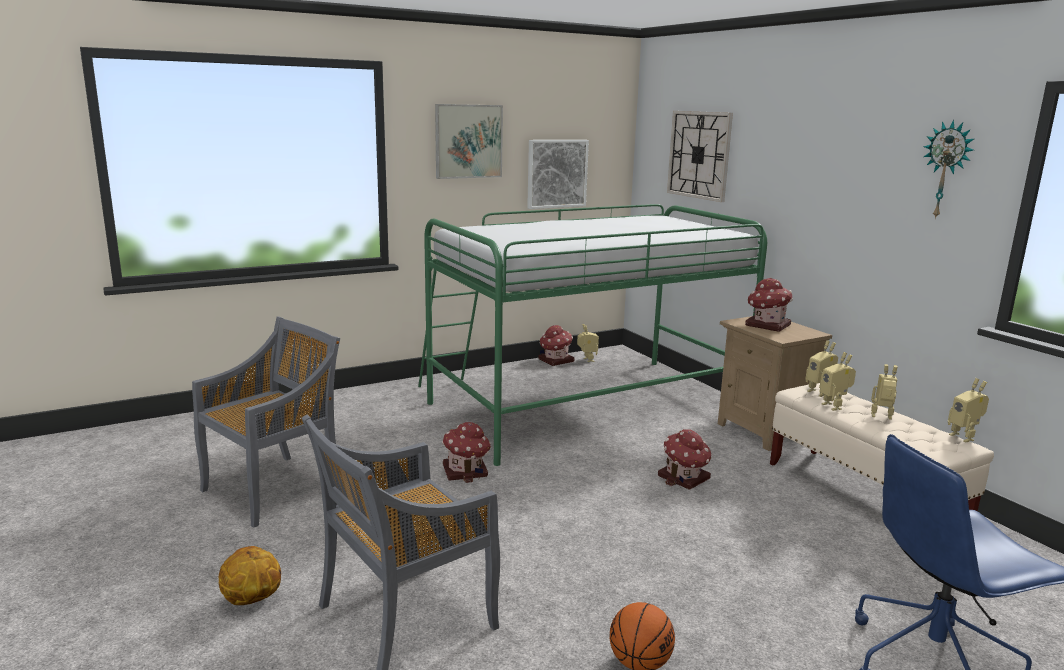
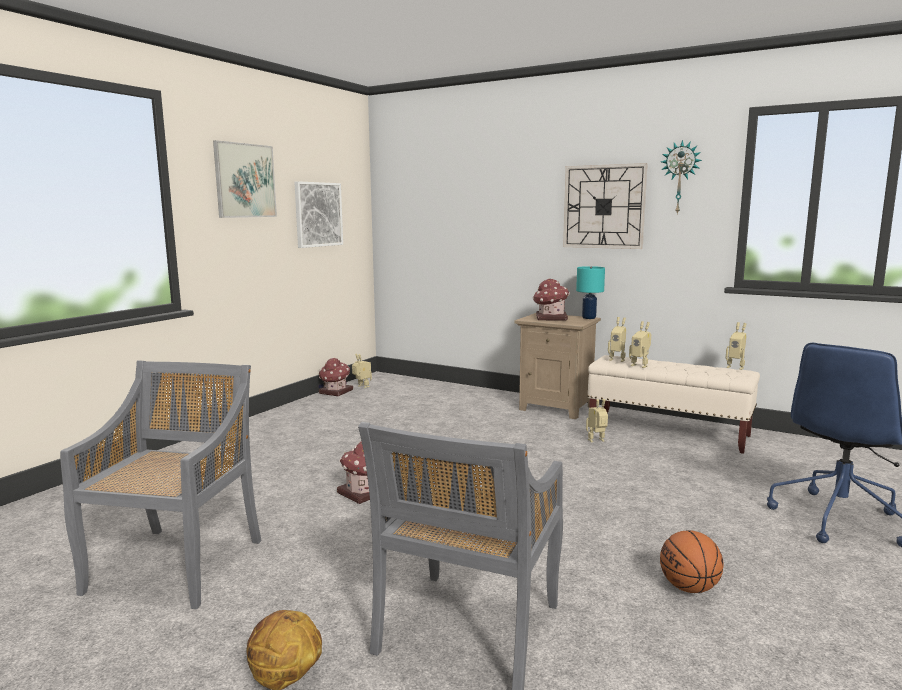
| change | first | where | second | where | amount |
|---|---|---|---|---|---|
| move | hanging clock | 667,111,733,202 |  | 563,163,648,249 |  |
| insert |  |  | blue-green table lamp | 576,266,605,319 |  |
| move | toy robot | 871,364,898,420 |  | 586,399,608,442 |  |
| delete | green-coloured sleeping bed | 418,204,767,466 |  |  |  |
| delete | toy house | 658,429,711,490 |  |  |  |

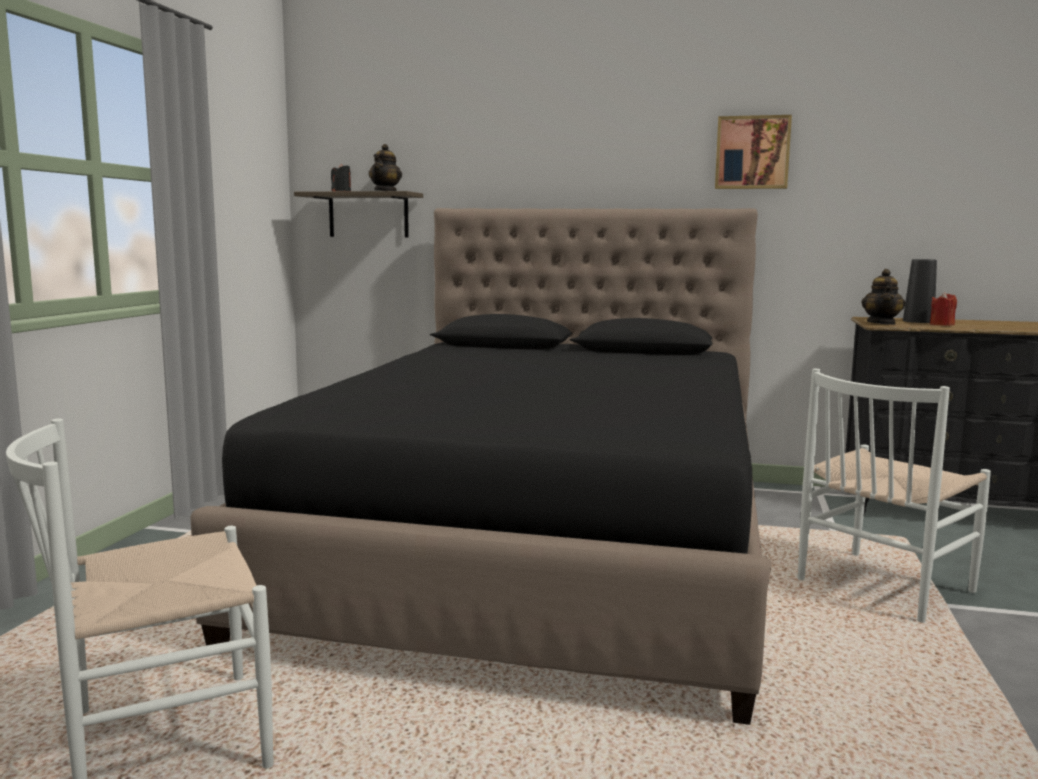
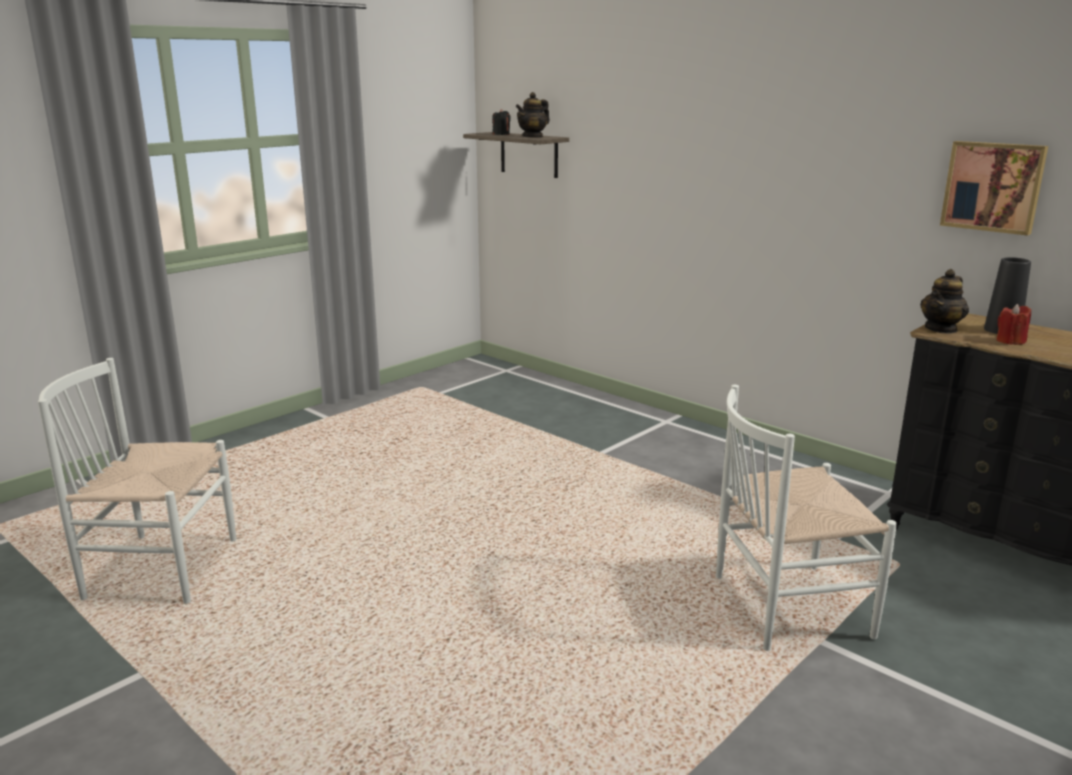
| change | first | where | second | where | amount |
|---|---|---|---|---|---|
| move | wall picture | 715,115,792,189 |  | 940,141,1048,236 |  |
| delete | black-coloured sleeping bed | 191,208,771,725 |  |  |  |

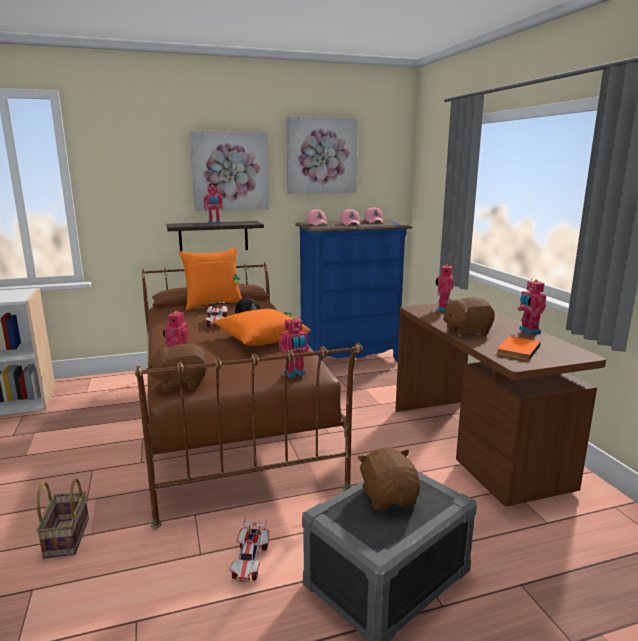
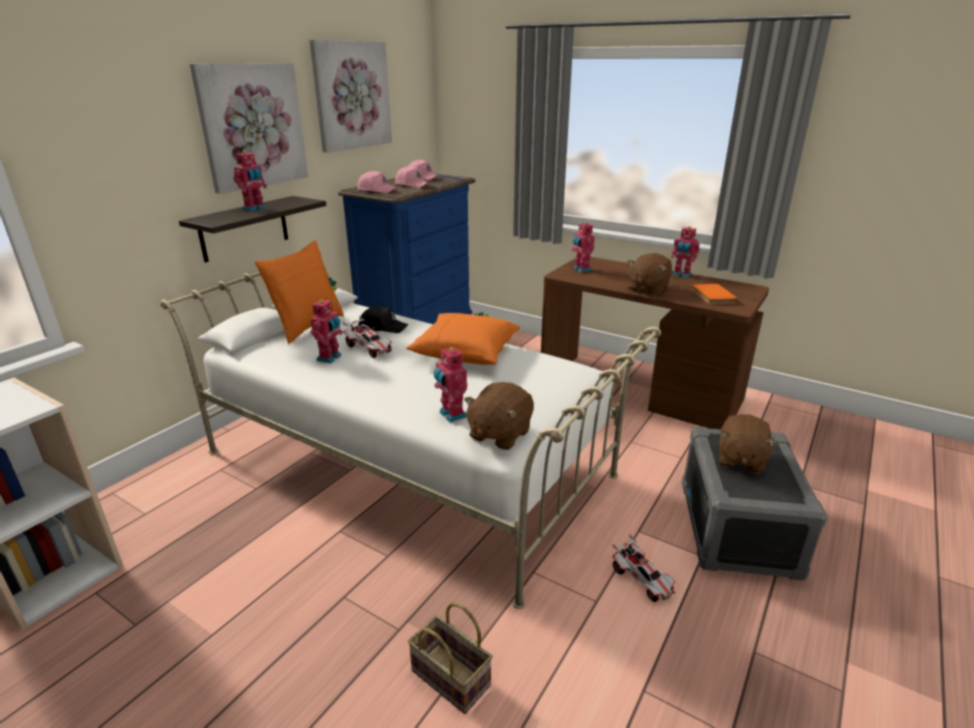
| change | first | where | second | where | amount |
|---|---|---|---|---|---|
| recolor | brown-coloured sleeping bed | 135,262,363,529 | whitish sleeping bed | 160,272,661,609 |  |
| move | toy robot | 279,317,310,378 |  | 310,298,343,363 |  |
| rotate | brown-coloured cuddly toy | 358,448,420,511 |  | 719,414,778,474 | 105 degrees counterclockwise |

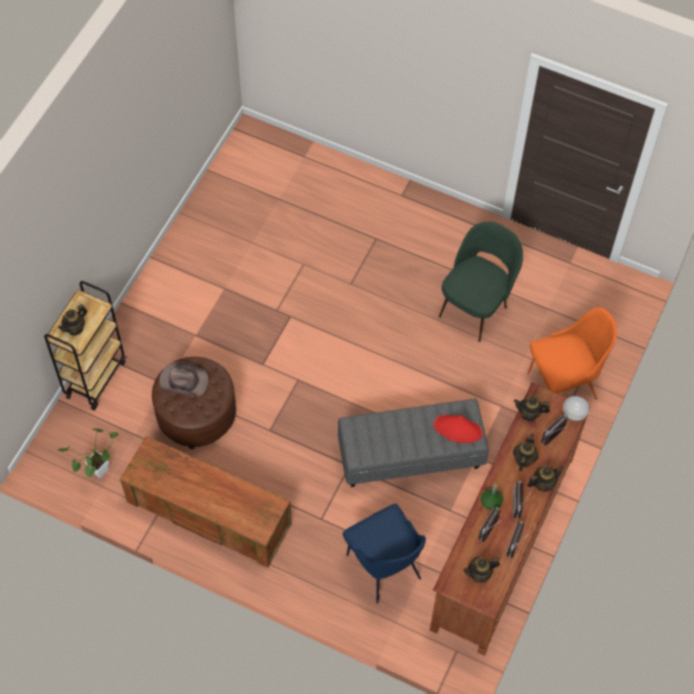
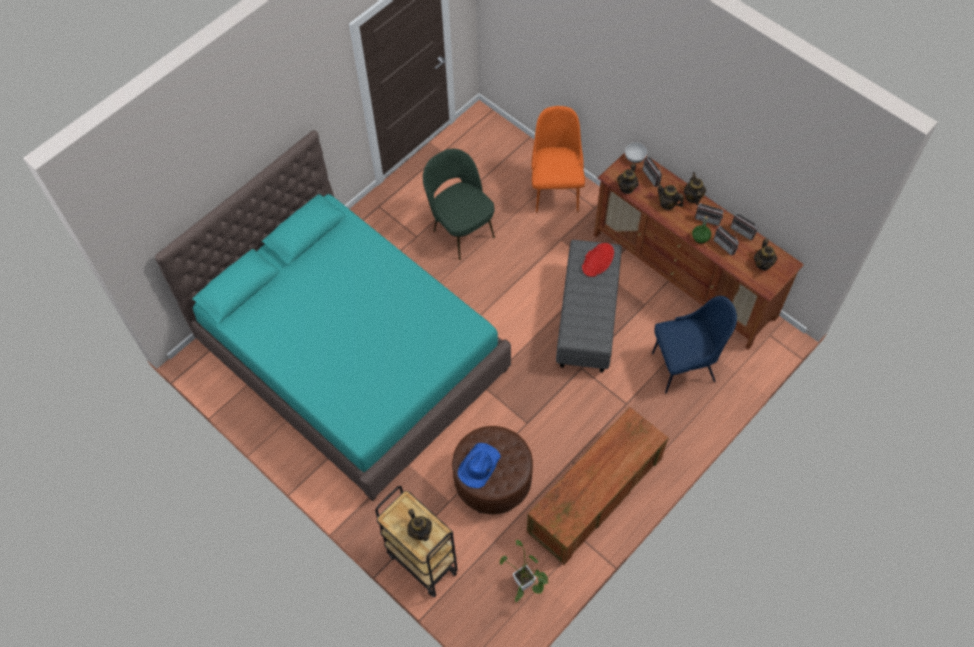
| change | first | where | second | where | amount |
|---|---|---|---|---|---|
| insert |  |  | blue-green sleeping bed | 155,130,511,501 |  |
| recolor | brown-coloured clothing hat | 159,362,208,397 | blue-coloured clothing hat | 458,443,501,488 |  |

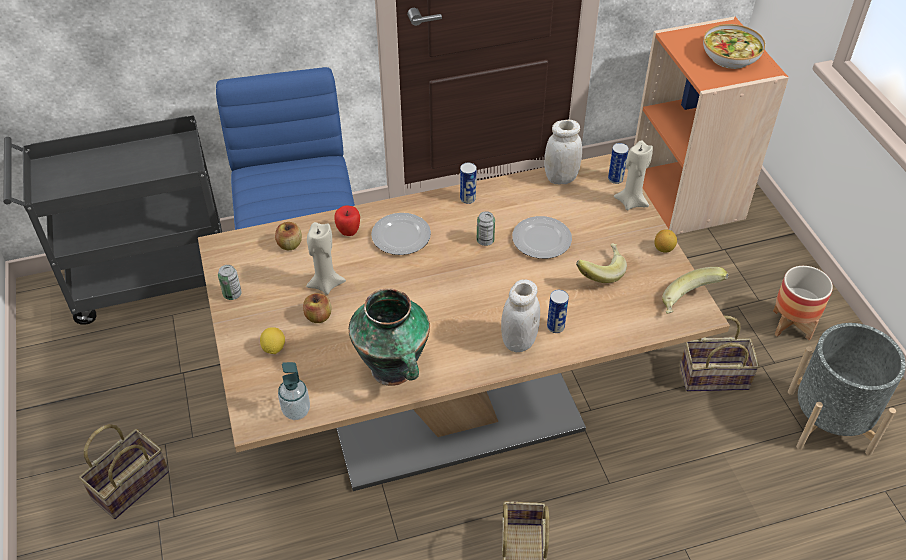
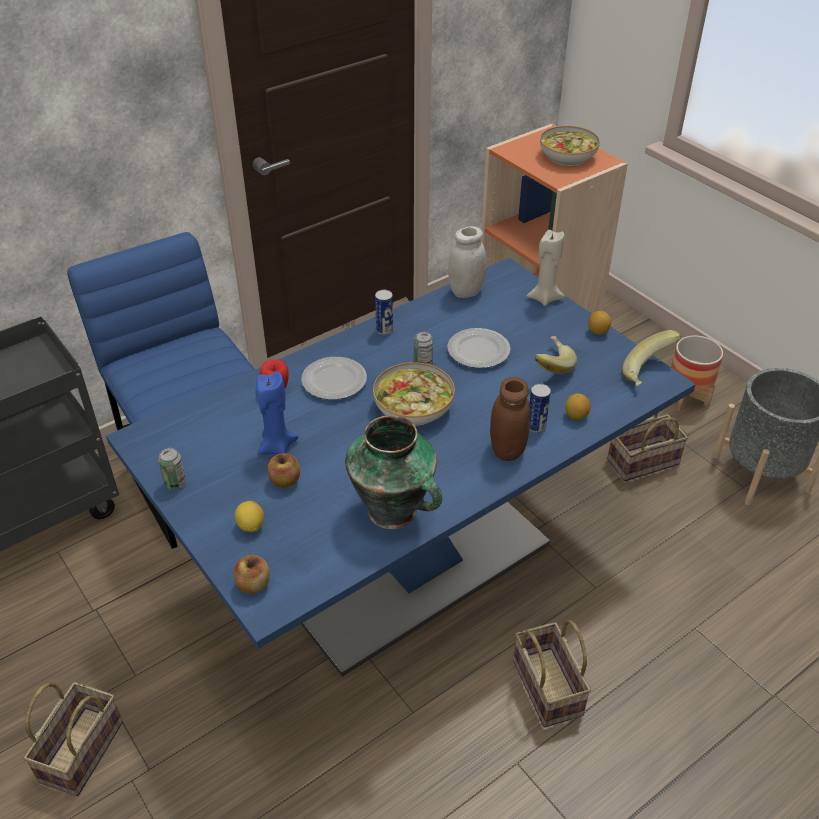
| change | first | where | second | where | amount |
|---|---|---|---|---|---|
| recolor | brown-coloured kitchen table | 198,154,730,491 | blue-coloured kitchen table | 106,258,696,677 |  |
| move | apple fruit | 275,222,302,250 |  | 234,555,270,594 |  |
| recolor | sand-coloured candle | 306,222,346,295 | blue-coloured candle | 255,372,298,455 |  |
| insert |  |  | deep dish | 373,362,455,426 |  |
| recolor | whitish storage jar | 501,279,540,352 | brown-coloured storage jar | 490,377,530,461 |  |
| insert |  |  | whole lemon | 565,394,591,420 |  |
| delete | soap dispenser | 278,362,310,420 |  |  |  |
| delete | sealed can | 608,143,629,184 |  |  |  |

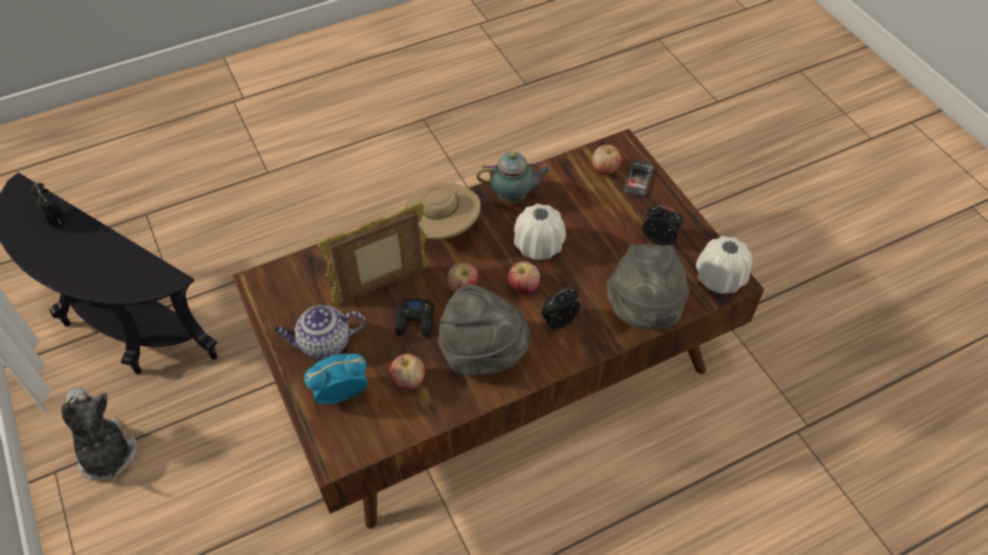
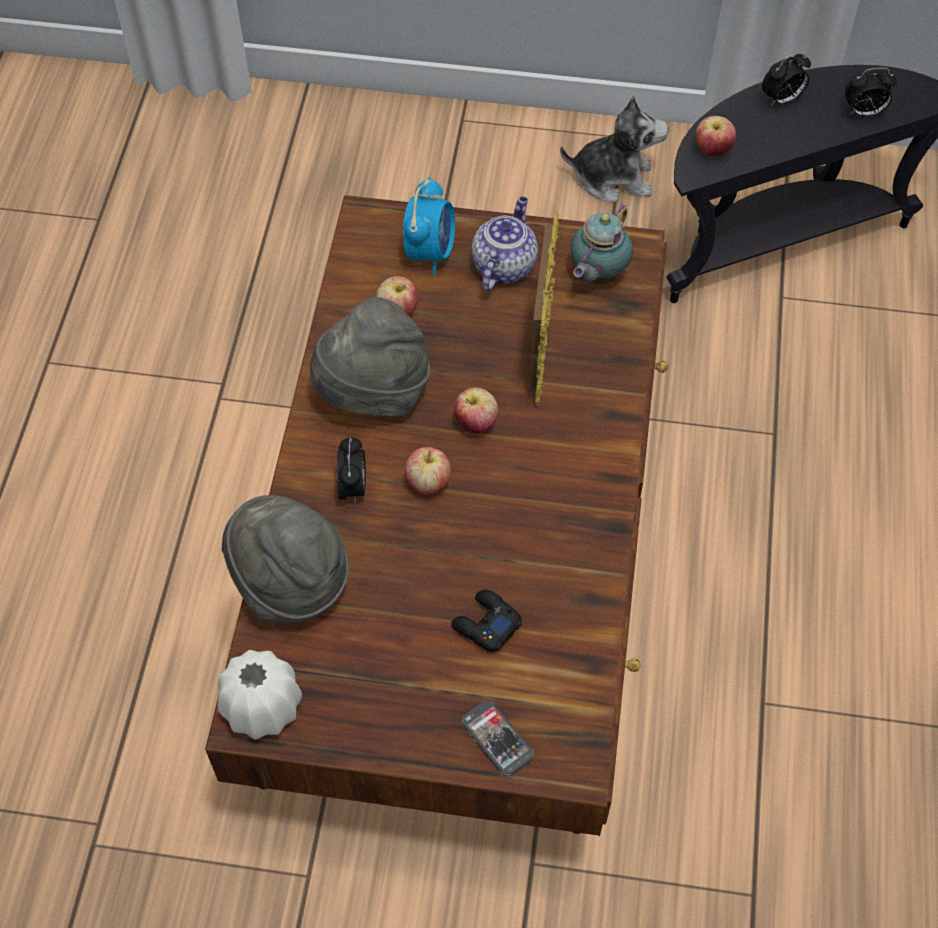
| change | first | where | second | where | amount |
|---|---|---|---|---|---|
| move | black-coloured game controller | 395,298,434,337 |  | 451,589,522,652 |  |
| move | teapot | 476,152,551,203 |  | 570,203,633,284 |  |
| move | apple fruit | 592,144,621,175 |  | 696,116,736,156 |  |
| move | alarm clock | 642,205,683,245 |  | 762,52,811,106 |  |
| delete | sand-coloured clothing hat | 404,180,481,240 |  |  |  |
| delete | whitish decorative vase | 514,204,566,260 |  |  |  |

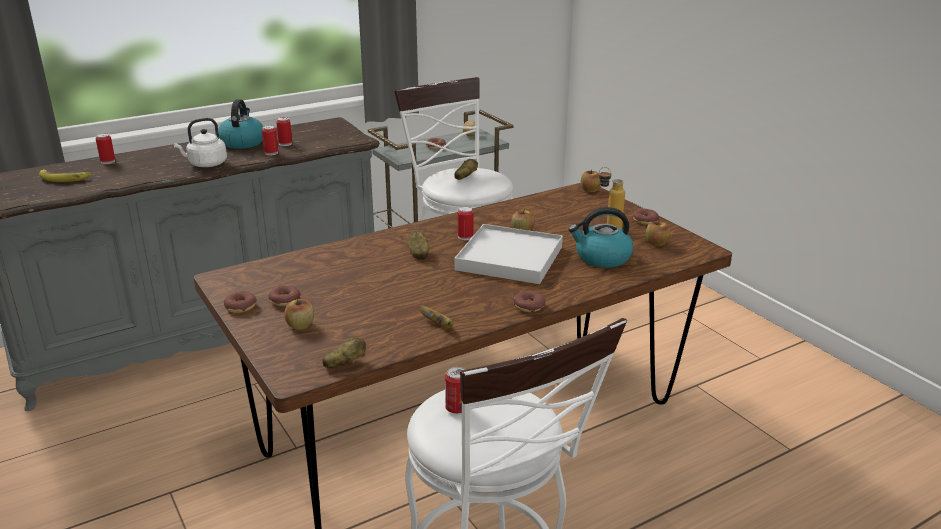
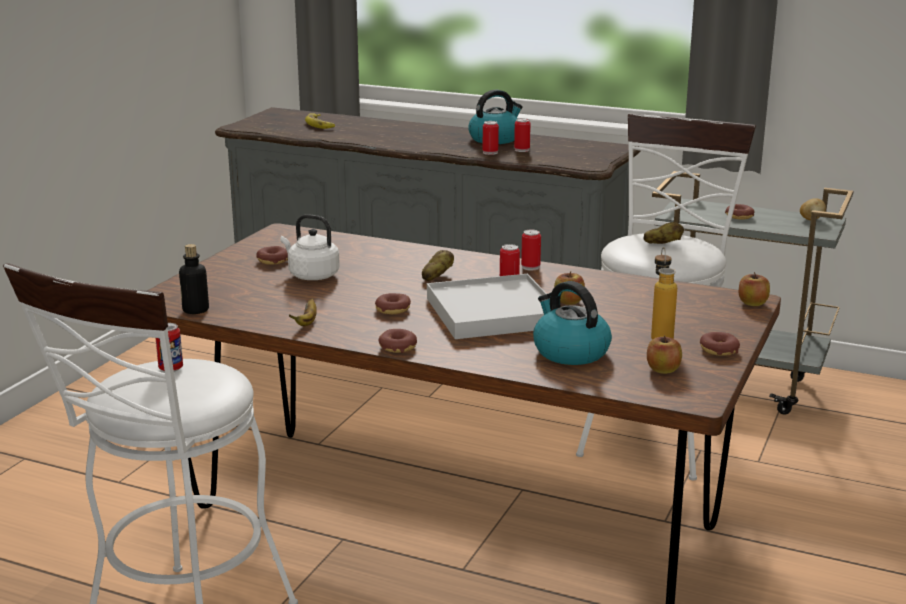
| change | first | where | second | where | amount |
|---|---|---|---|---|---|
| replace | whole potato | 322,337,366,368 | beverage bottle | 179,244,209,314 |  |
| move | whitish kettle | 173,118,227,167 |  | 280,214,340,280 |  |
| move | doughnut | 224,291,257,313 |  | 375,293,411,314 |  |
| move | sealed can | 96,133,115,164 |  | 521,229,541,270 |  |
| delete | apple fruit | 285,298,314,330 |  |  |  |

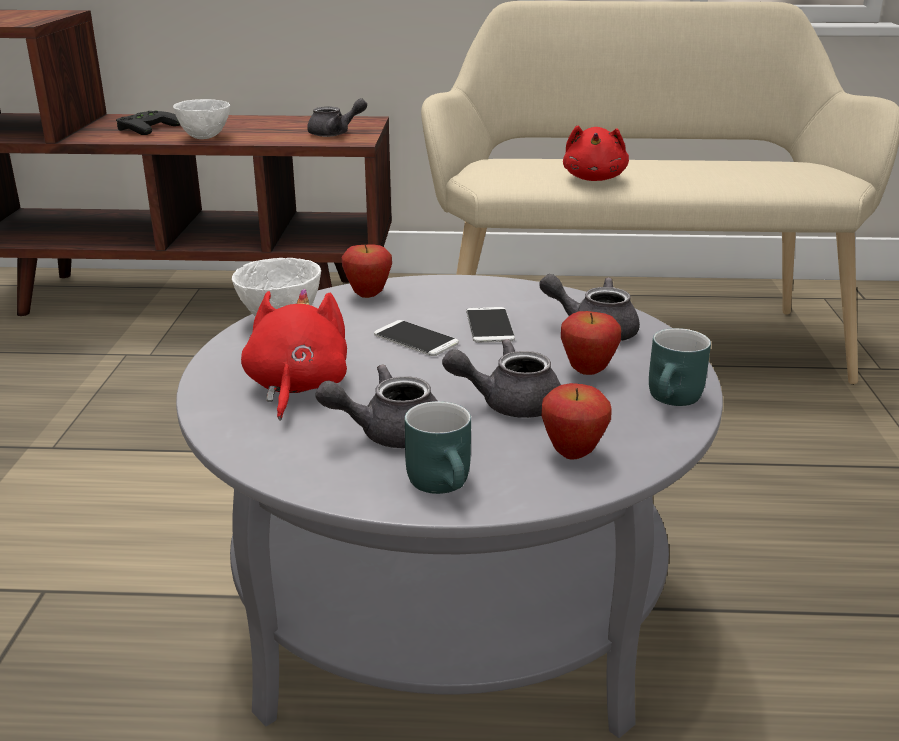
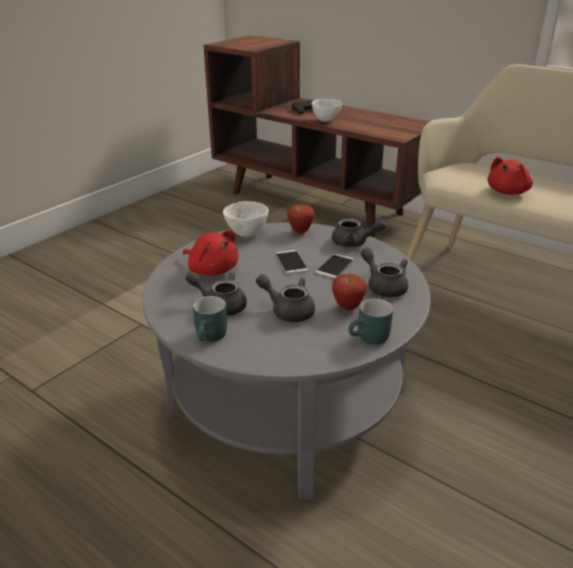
| change | first | where | second | where | amount |
|---|---|---|---|---|---|
| rotate | red cuddly toy | 241,288,347,421 |  | 183,230,238,276 | 90 degrees clockwise |
| move | grey teapot | 307,98,367,137 |  | 332,218,386,247 |  |
| delete | apple fruit | 542,383,612,460 |  |  |  |

